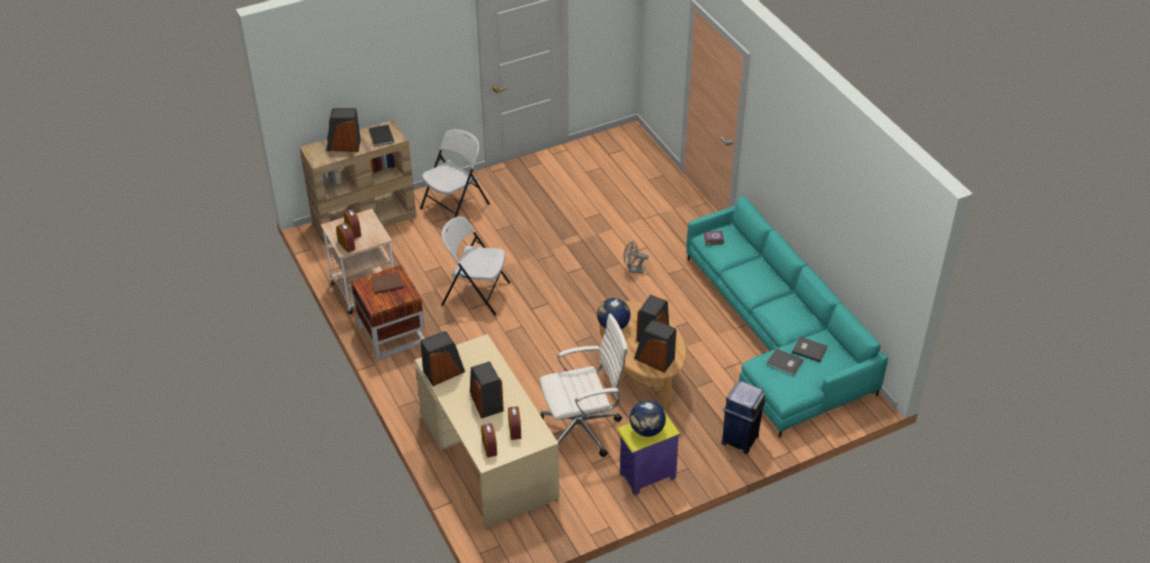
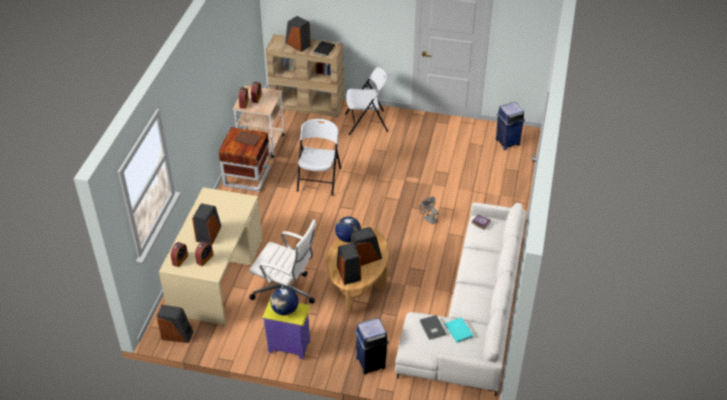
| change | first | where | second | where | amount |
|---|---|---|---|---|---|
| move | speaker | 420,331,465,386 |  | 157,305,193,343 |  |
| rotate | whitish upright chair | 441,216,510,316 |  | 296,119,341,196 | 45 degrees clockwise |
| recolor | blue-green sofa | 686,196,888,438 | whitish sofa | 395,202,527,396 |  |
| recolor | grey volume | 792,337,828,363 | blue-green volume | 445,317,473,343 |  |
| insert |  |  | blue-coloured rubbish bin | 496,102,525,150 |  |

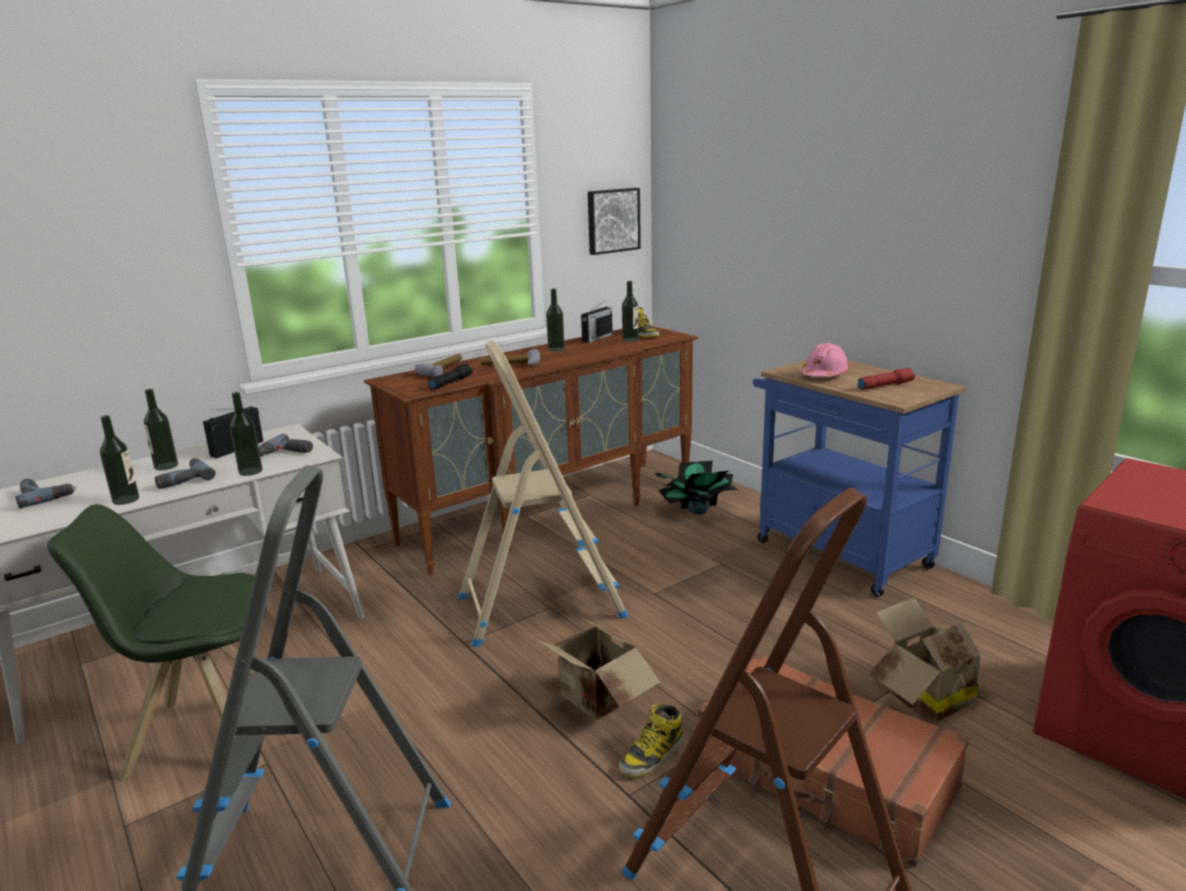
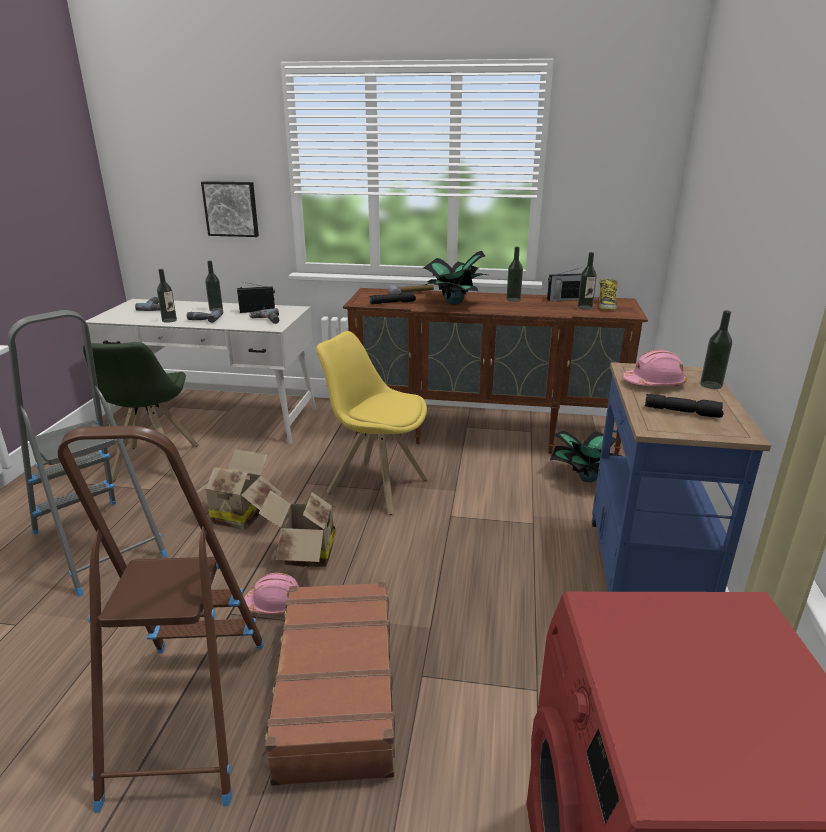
| change | first | where | second | where | amount |
|---|---|---|---|---|---|
| rotate | green-coloured upright chair | 47,504,267,781 |  | 83,342,199,482 | 135 degrees counterclockwise |
| move | carton | 869,597,998,723 |  | 196,449,282,530 |  |
| move | wall picture | 588,188,641,255 |  | 201,181,259,237 |  |
| replace | boot | 618,703,684,777 | pink safety helmet | 244,573,300,614 |  |
| replace | sand-coloured step ladder | 458,340,629,647 | yellow upright chair | 316,331,428,515 |  |
| replace | tool hammer | 481,349,540,366 | potted plant | 423,251,488,304 |  |
| recolor | red flashlight | 858,368,915,390 | black-coloured flashlight | 645,394,724,418 |  |
| move | beverage bottle | 230,392,263,476 |  | 700,310,732,389 |  |

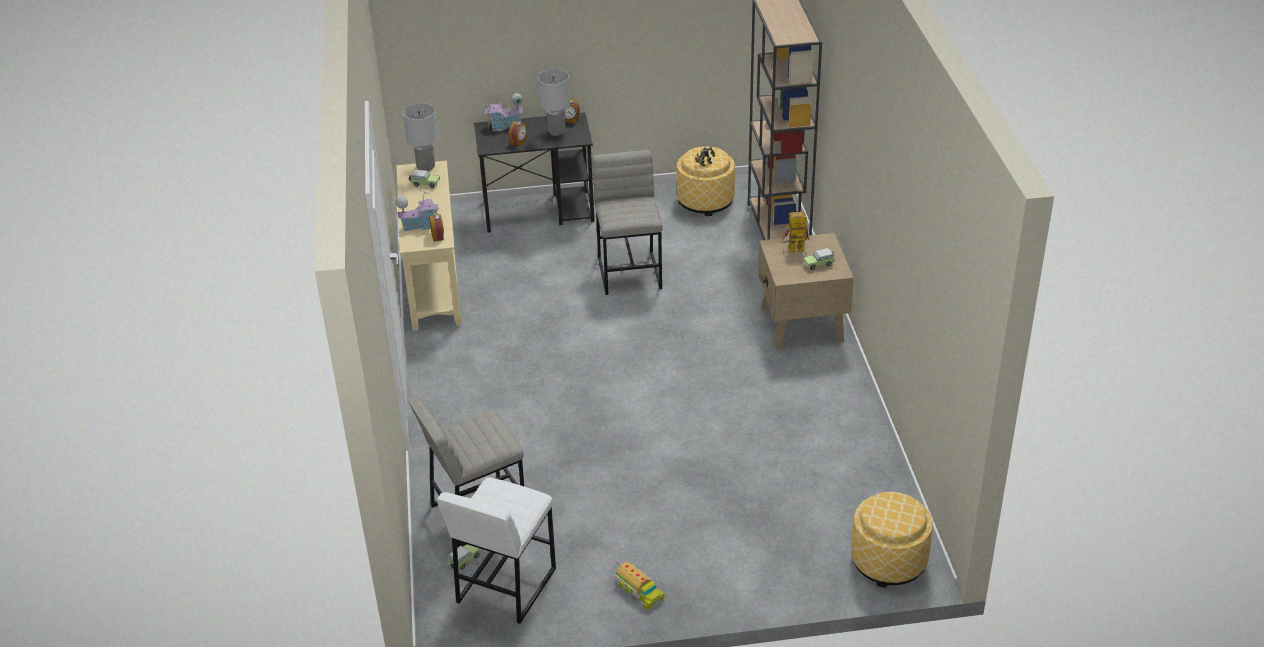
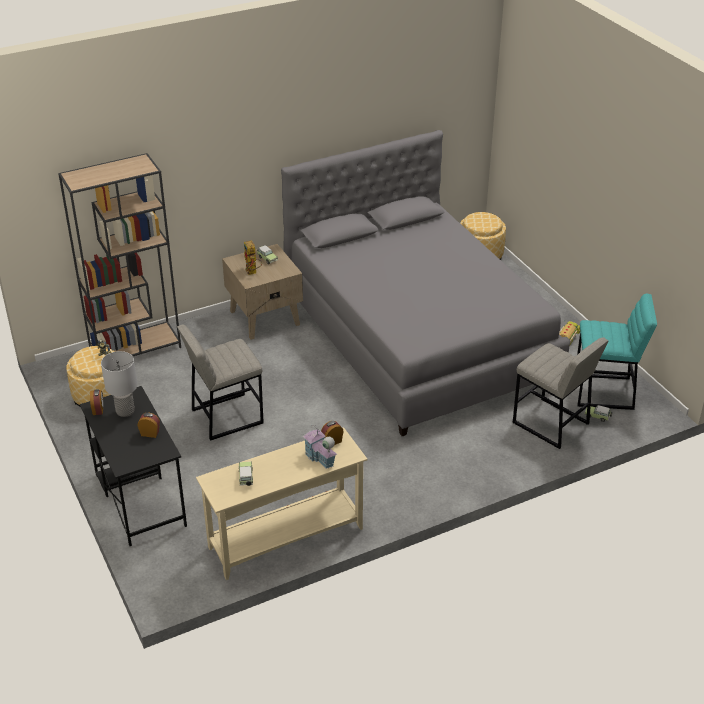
| change | first | where | second | where | amount |
|---|---|---|---|---|---|
| insert |  |  | grey sleeping bed | 281,130,570,436 |  |
| recolor | whitish upright chair | 437,477,556,624 | blue-green upright chair | 577,293,657,410 |  |
| delete | grey table lamp | 403,103,438,171 |  |  |  |
| delete | toy house | 485,93,523,131 |  |  |  |

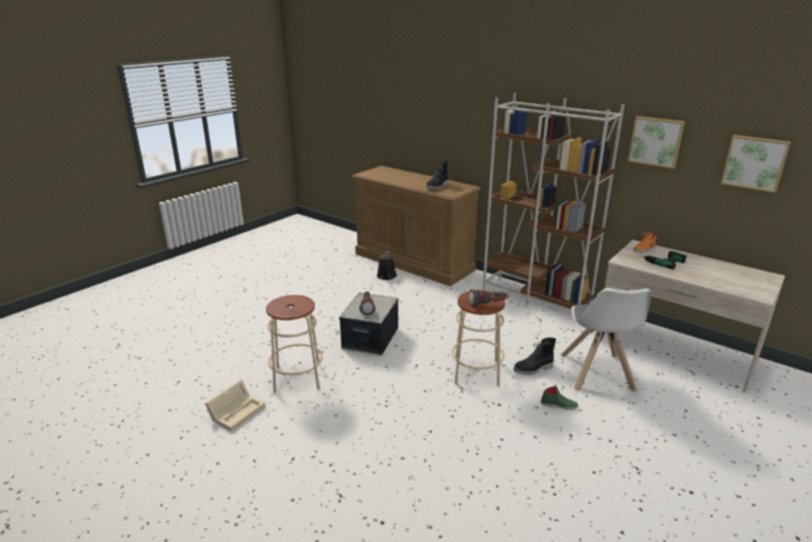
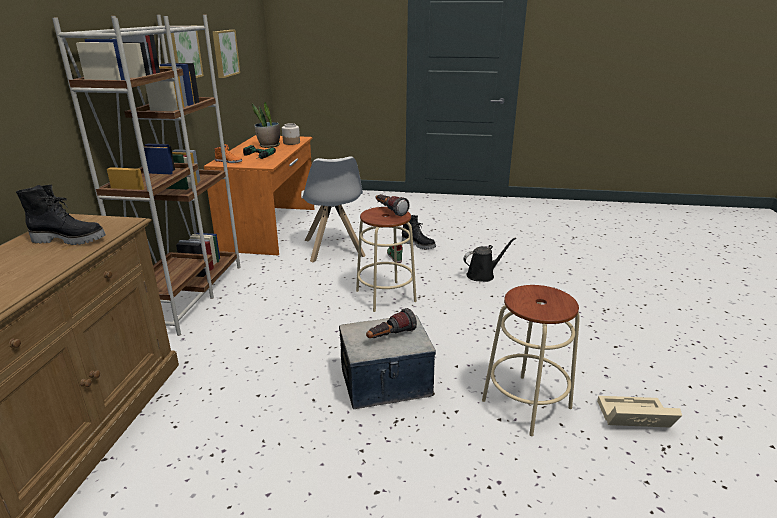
| change | first | where | second | where | amount |
|---|---|---|---|---|---|
| recolor | sand-coloured desk table | 604,240,785,393 | orange-coloured desk table | 204,135,314,255 |  |
| insert |  |  | potted plant | 252,102,280,148 |  |
| insert |  |  | storage jar | 282,123,300,145 |  |
| rotate | upright chair | 561,288,651,392 |  | 301,156,366,262 | 105 degrees clockwise |
| move | black-coloured boot | 513,338,556,375 |  | 402,215,436,249 |  |
| move | black-coloured watering pot | 377,252,397,280 |  | 463,238,516,282 |  |

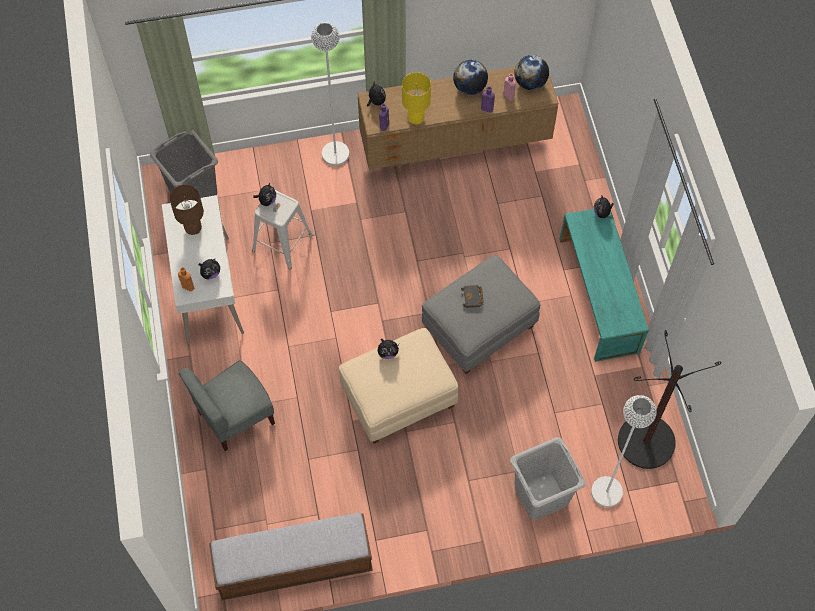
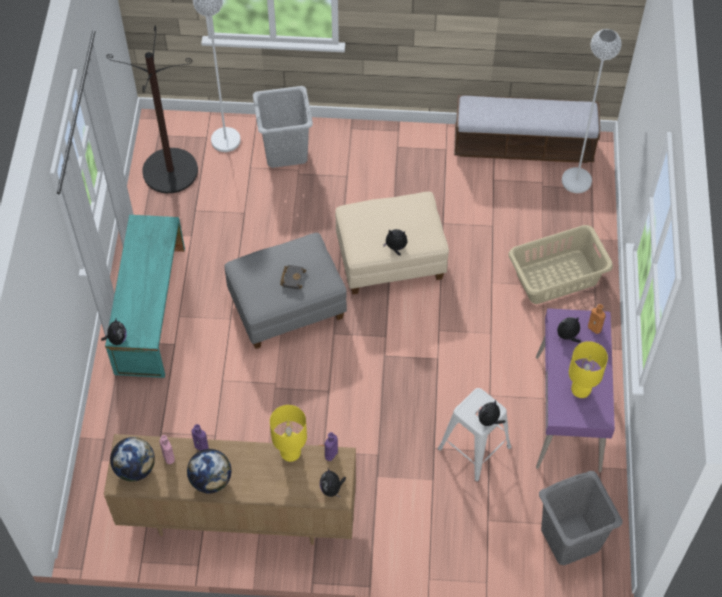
| change | first | where | second | where | amount |
|---|---|---|---|---|---|
| replace | grey upright chair | 179,360,275,451 | sand-coloured laundry basket | 508,225,613,304 |  |
| recolor | whitish desk table | 162,195,244,344 | purplish desk table | 536,308,615,472 |  |
| move | whitish floor lamp | 311,22,349,166 |  | 562,29,622,193 |  |
| recolor | brown-coloured table lamp | 169,184,204,235 | yellow table lamp | 569,341,608,398 |  |

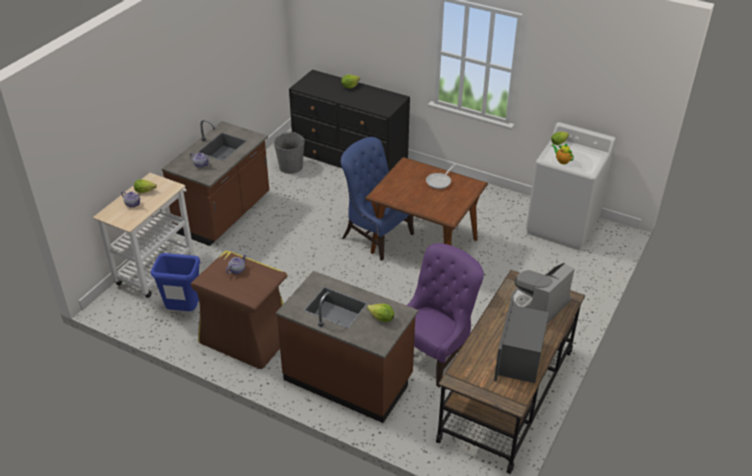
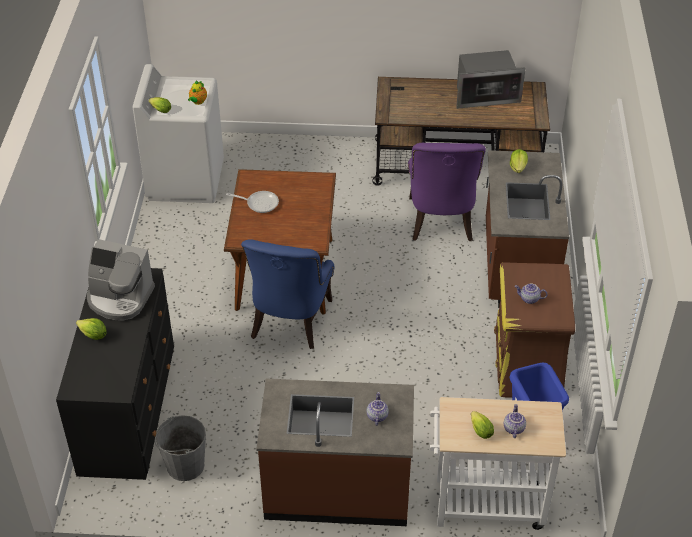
| change | first | where | second | where | amount |
|---|---|---|---|---|---|
| move | coffee machine | 511,262,575,324 |  | 87,239,155,321 |  |
| rotate | purplish upright chair | 406,243,484,388 |  | 408,143,486,241 | 105 degrees counterclockwise |

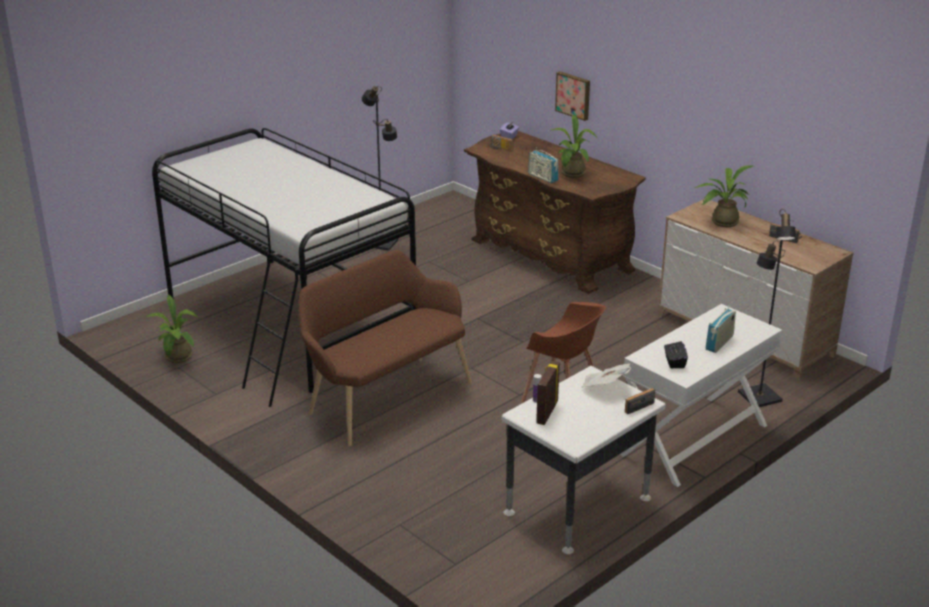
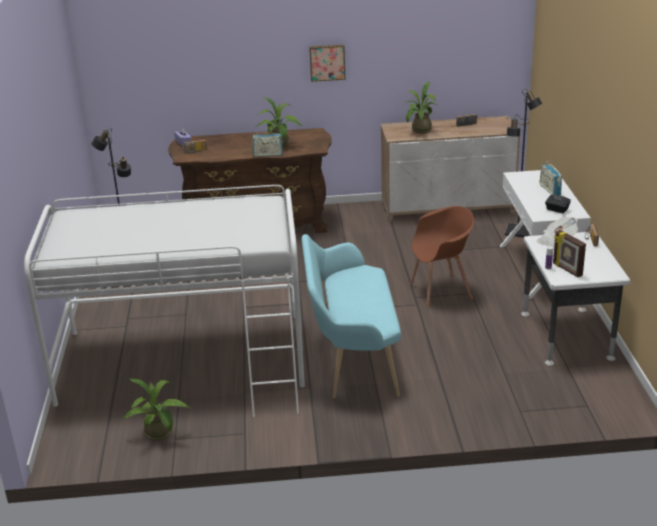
| change | first | where | second | where | amount |
|---|---|---|---|---|---|
| recolor | black-coloured sleeping bed | 152,128,416,407 | whitish sleeping bed | 24,185,305,417 |  |
| recolor | brown-coloured long seat | 298,250,472,446 | blue-green long seat | 302,234,401,398 |  |
| move | wall picture | 555,71,590,121 |  | 309,45,345,82 |  |

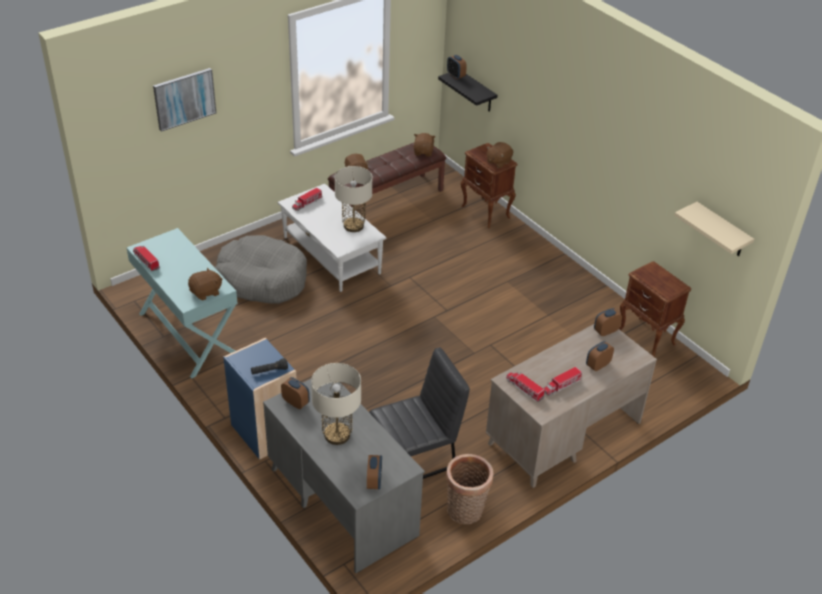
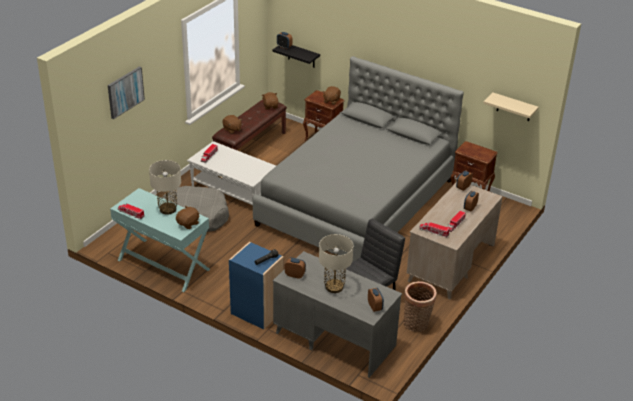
| change | first | where | second | where | amount |
|---|---|---|---|---|---|
| move | table lamp | 335,166,372,232 |  | 149,160,181,214 |  |
| insert |  |  | grey sleeping bed | 253,56,464,262 |  |

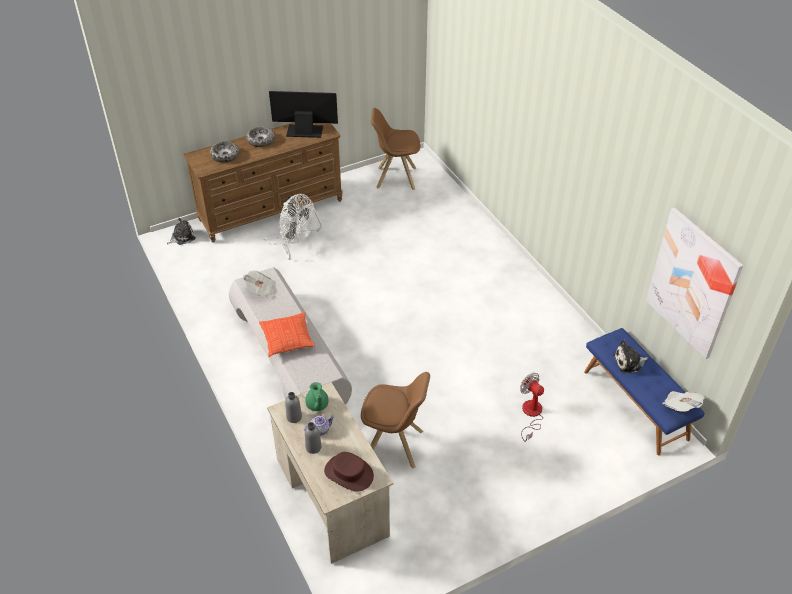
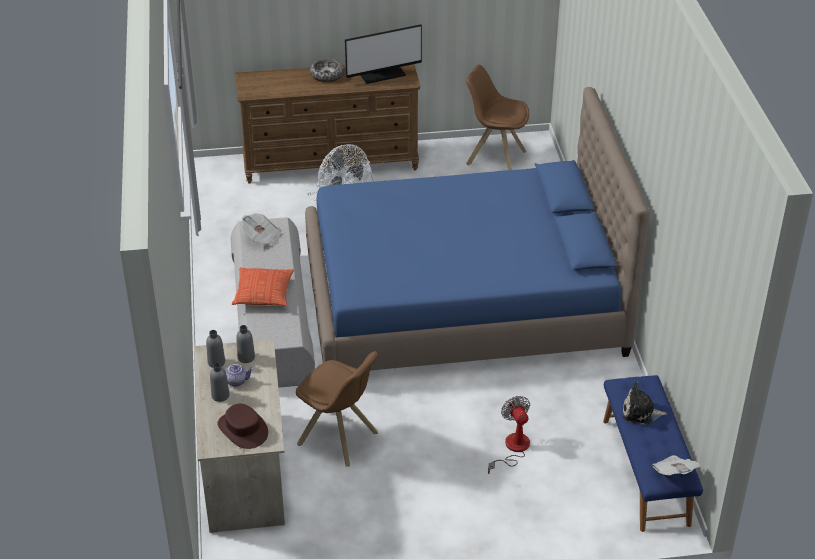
| change | first | where | second | where | amount |
|---|---|---|---|---|---|
| replace | green-coloured teapot | 305,382,329,411 | grey beverage bottle | 236,325,255,363 |  |
| insert |  |  | blue-coloured sleeping bed | 305,87,650,370 |  |
| rotate | computer display | 269,91,338,138 |  | 345,24,422,84 | 135 degrees clockwise |
| delete | cuddly toy | 167,218,196,245 |  |  |  |
| delete | deep dish | 210,141,240,163 |  |  |  |
| delete | wall picture | 646,208,743,359 |  |  |  |

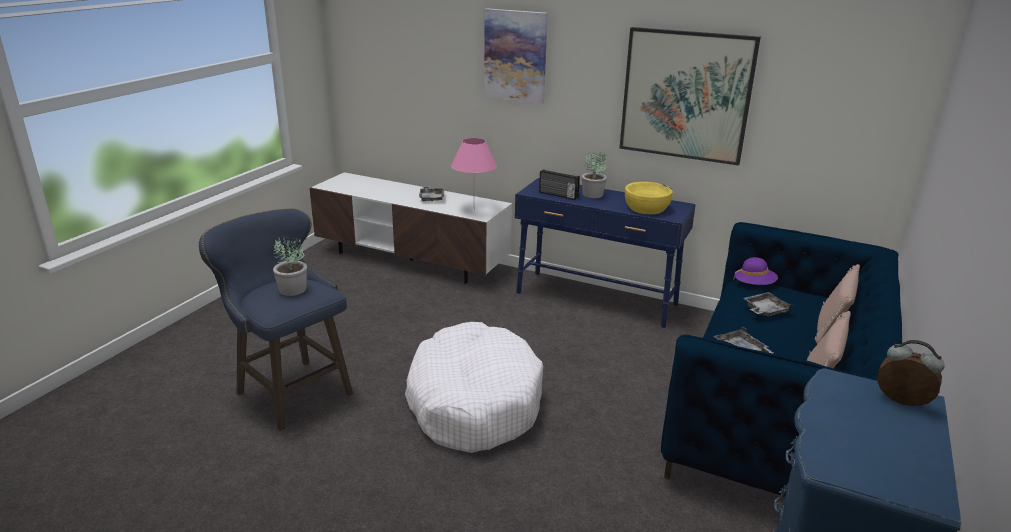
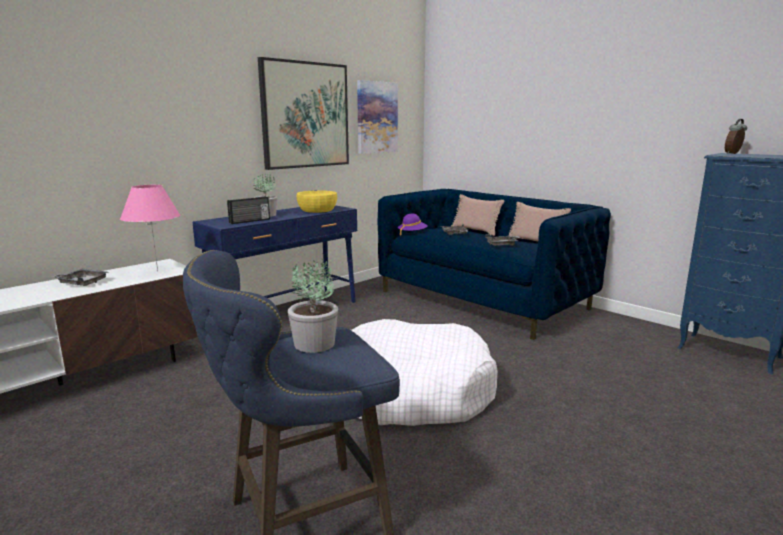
| change | first | where | second | where | amount |
|---|---|---|---|---|---|
| move | wall picture | 484,8,548,104 |  | 357,80,398,154 |  |

